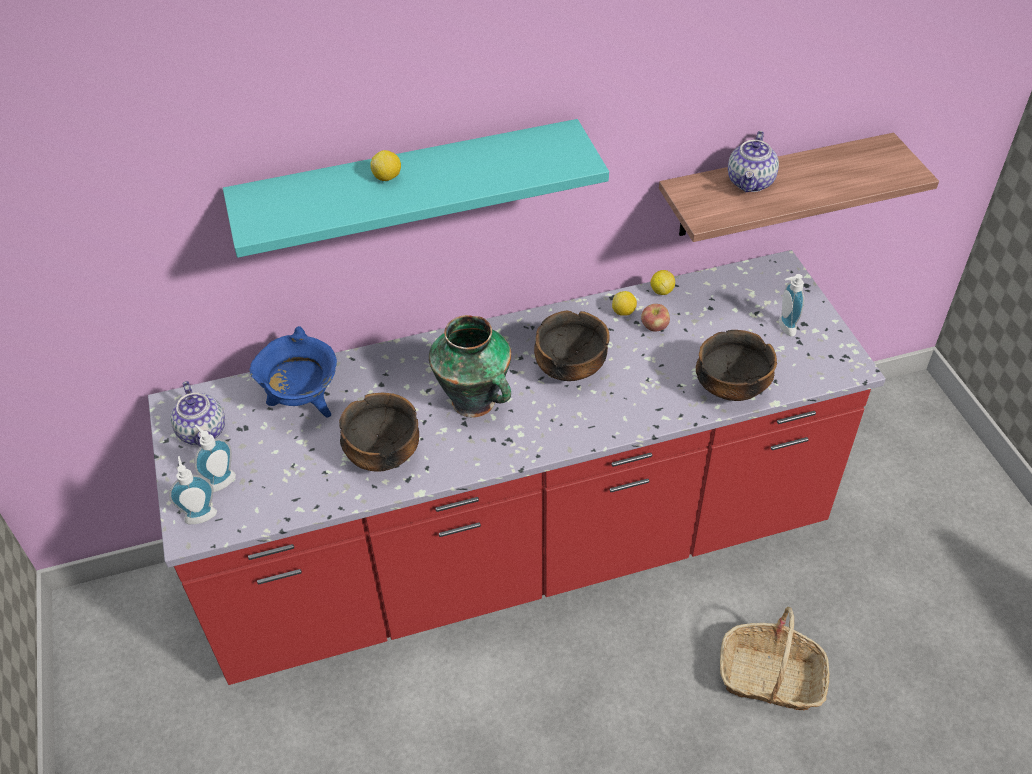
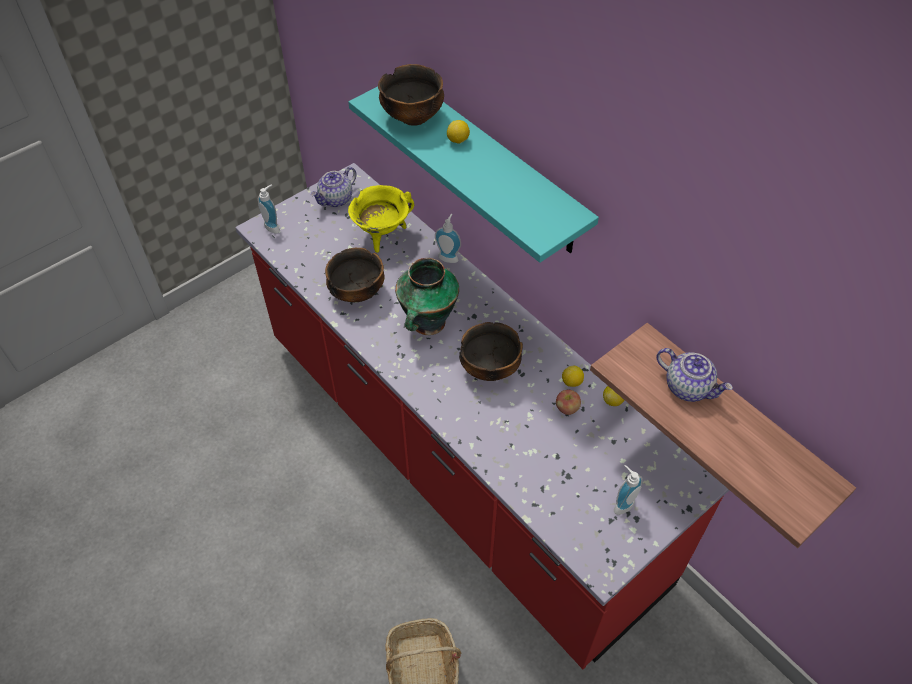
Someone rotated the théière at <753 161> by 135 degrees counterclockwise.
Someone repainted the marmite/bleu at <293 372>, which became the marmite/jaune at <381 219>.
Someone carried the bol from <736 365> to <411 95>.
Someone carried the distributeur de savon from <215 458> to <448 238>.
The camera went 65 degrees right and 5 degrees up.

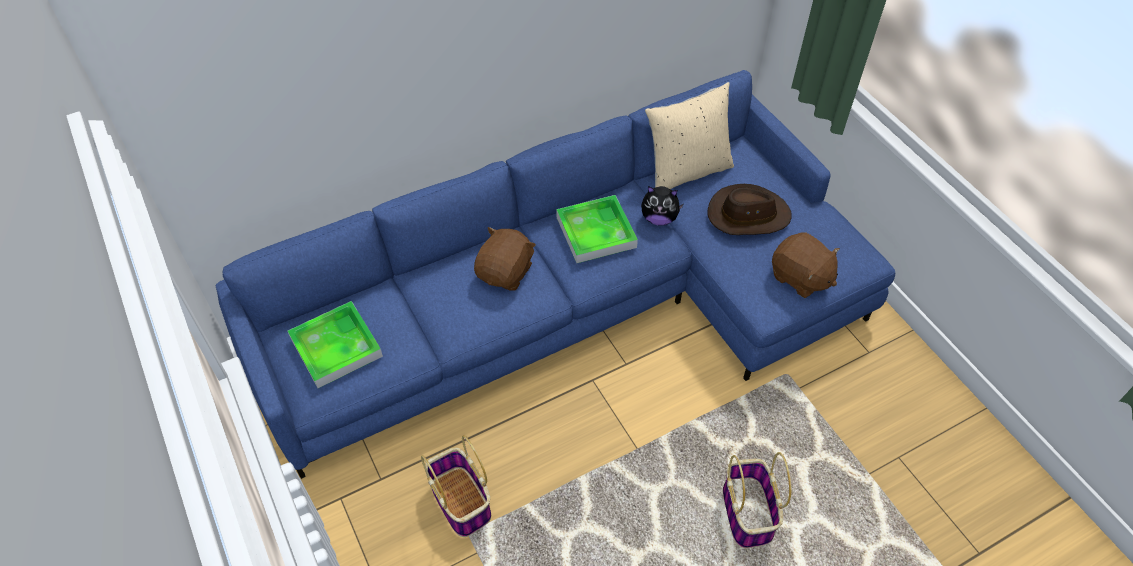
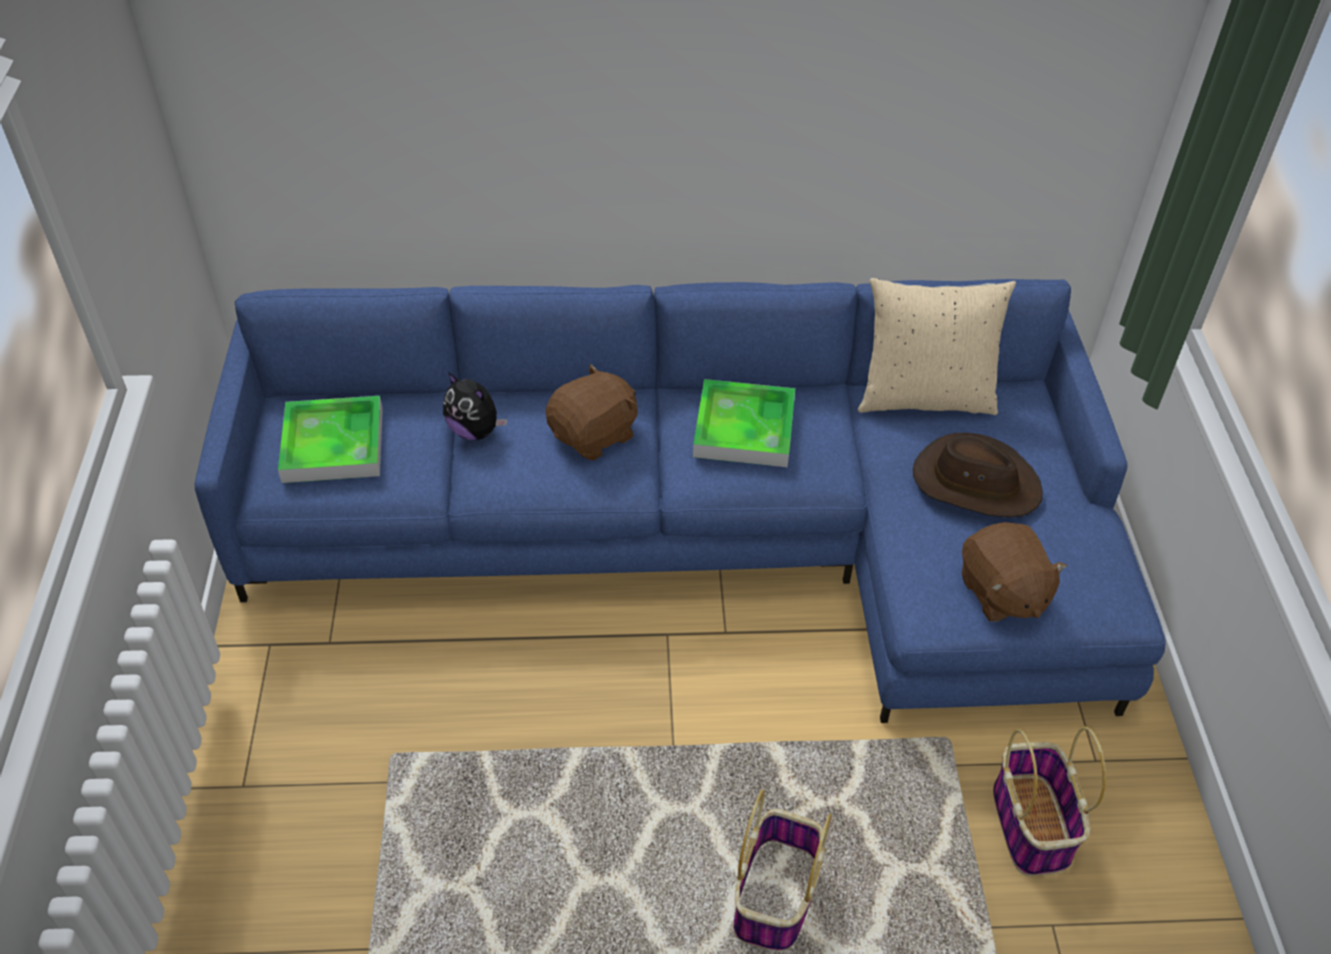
Someone carried the peluche from <662 205> to <475 406>.
Someone carried the panier from <456 486> to <1049 801>.
The camera went 25 degrees right and 5 degrees down.

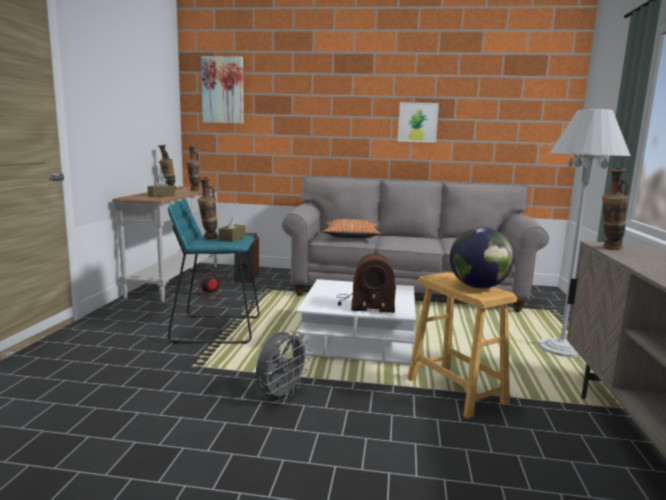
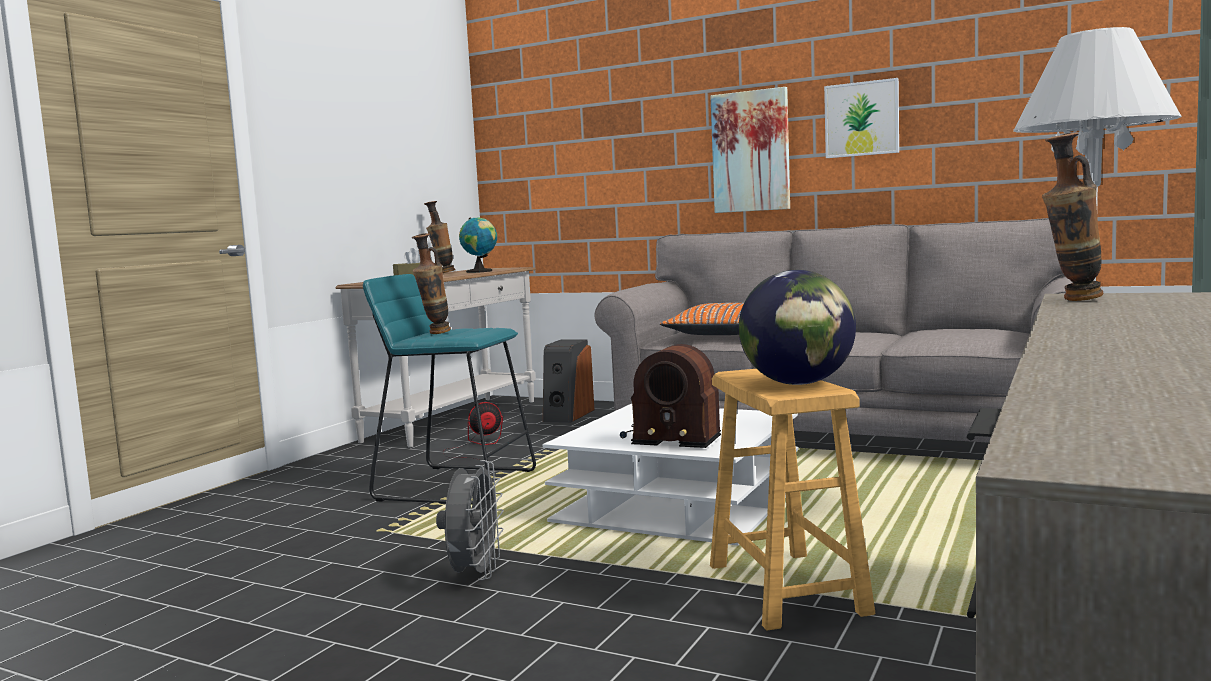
Someone carried the tableau from <222 90> to <750 150>.
Someone swapped the vase at <193 168> for the globe at <478 245>.
Someone took away the boîte à mouchoirs/marron at <232 228>.
Someone rotated the ventilateur/gris at <283 366> by 45 degrees counterclockwise.
The camera went 20 degrees right and 5 degrees down.

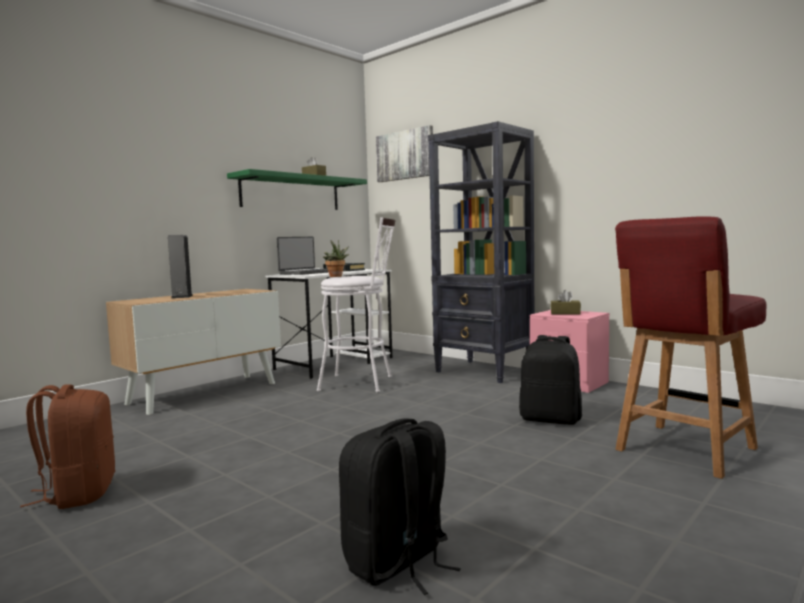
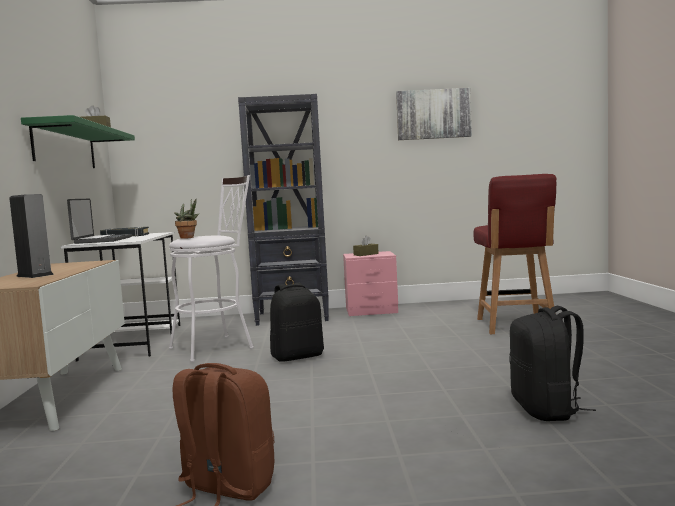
Someone carried the tableau from <404 153> to <434 114>.
Someone carried the sac à dos/noir from <550 380> to <297 322>.
The camera went 45 degrees left and 0 degrees up.

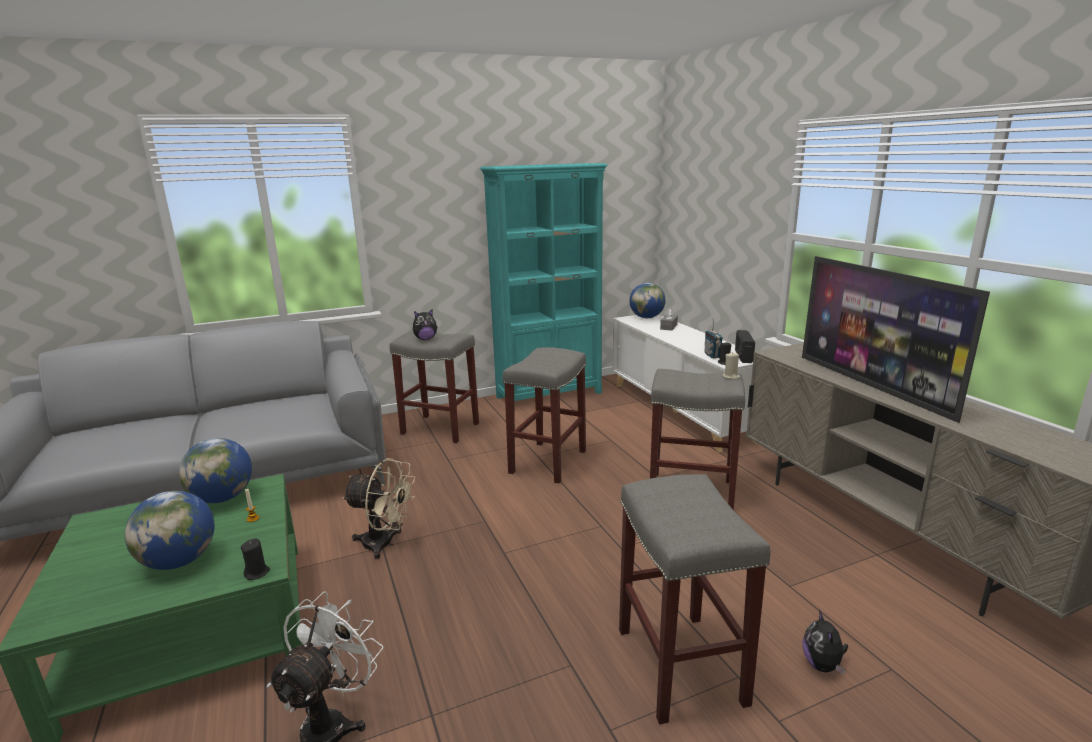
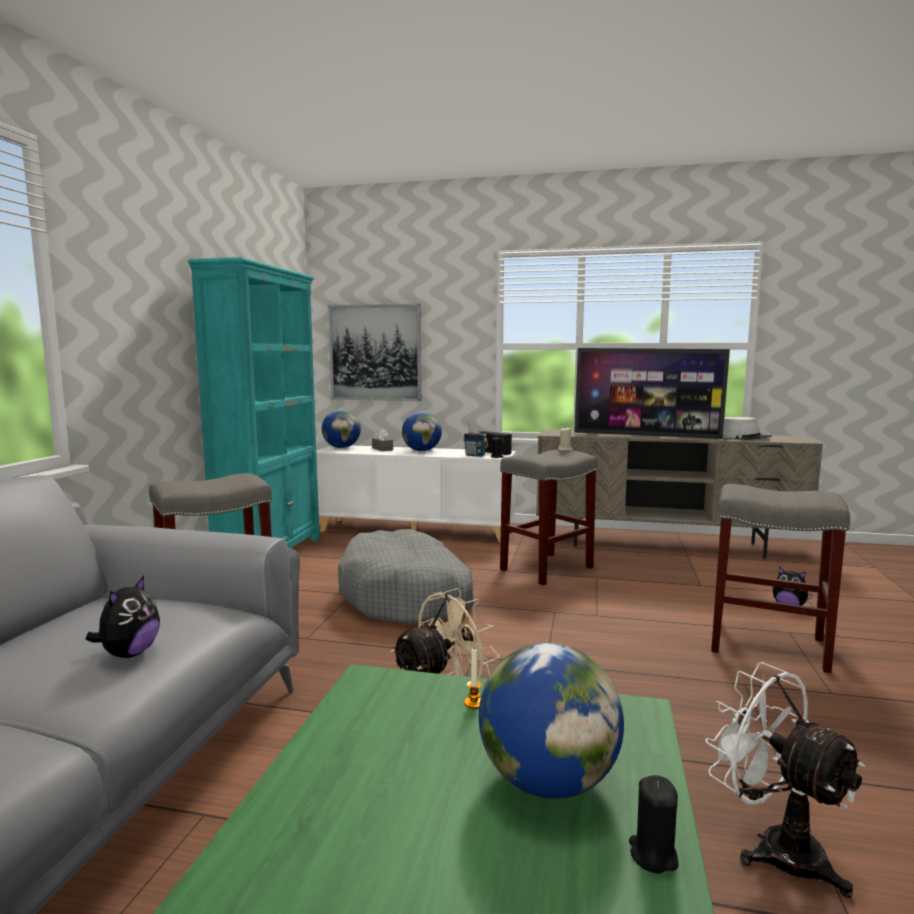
Someone carried the peluche from <425 325> to <123 617>.
Someone swapped the tabouret/gris at <544 415> for the panier pour chien/gris at <406 577>.
Someone carried the globe from <215 470> to <422 431>.
Someone carried the bougie/noir from <255 559> to <654 824>.
Someone put up the tableau at <375 352>.
Someone put down the chapeau/gris at <747 428>.
The camera went 55 degrees left and 10 degrees down.

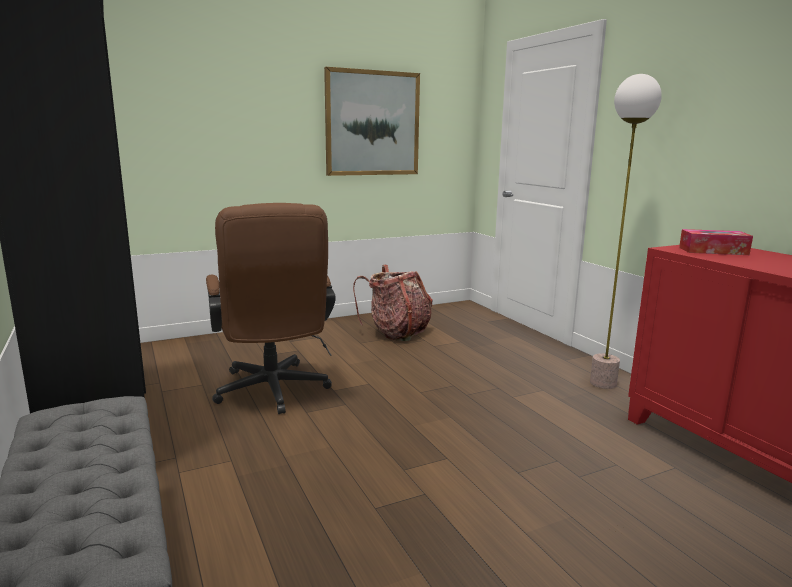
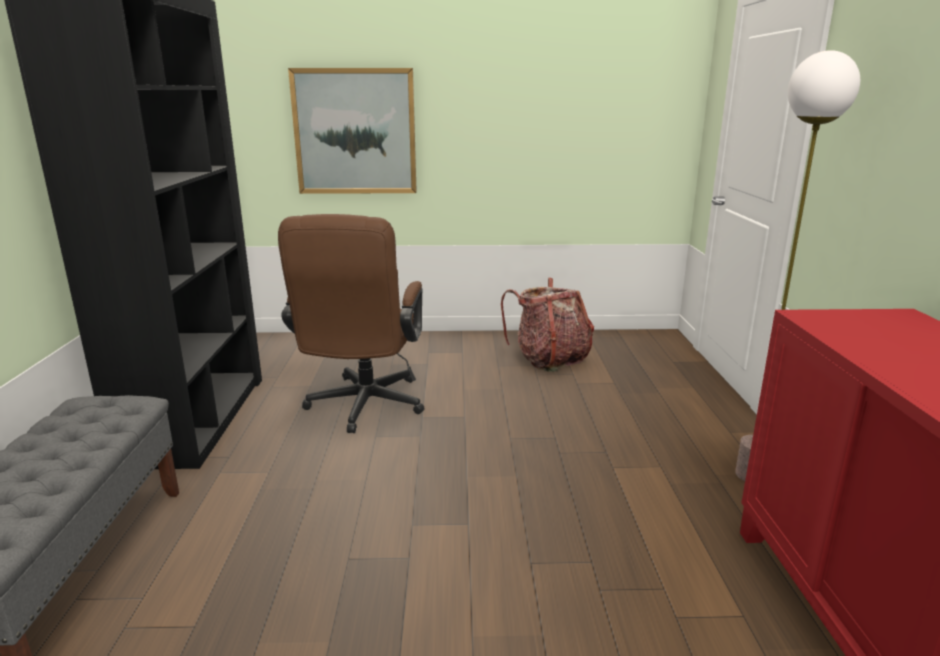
Someone carried the tableau from <372 121> to <352 131>.
Someone took away the boîte à mouchoirs at <716 242>.
The camera went 25 degrees right and 5 degrees up.

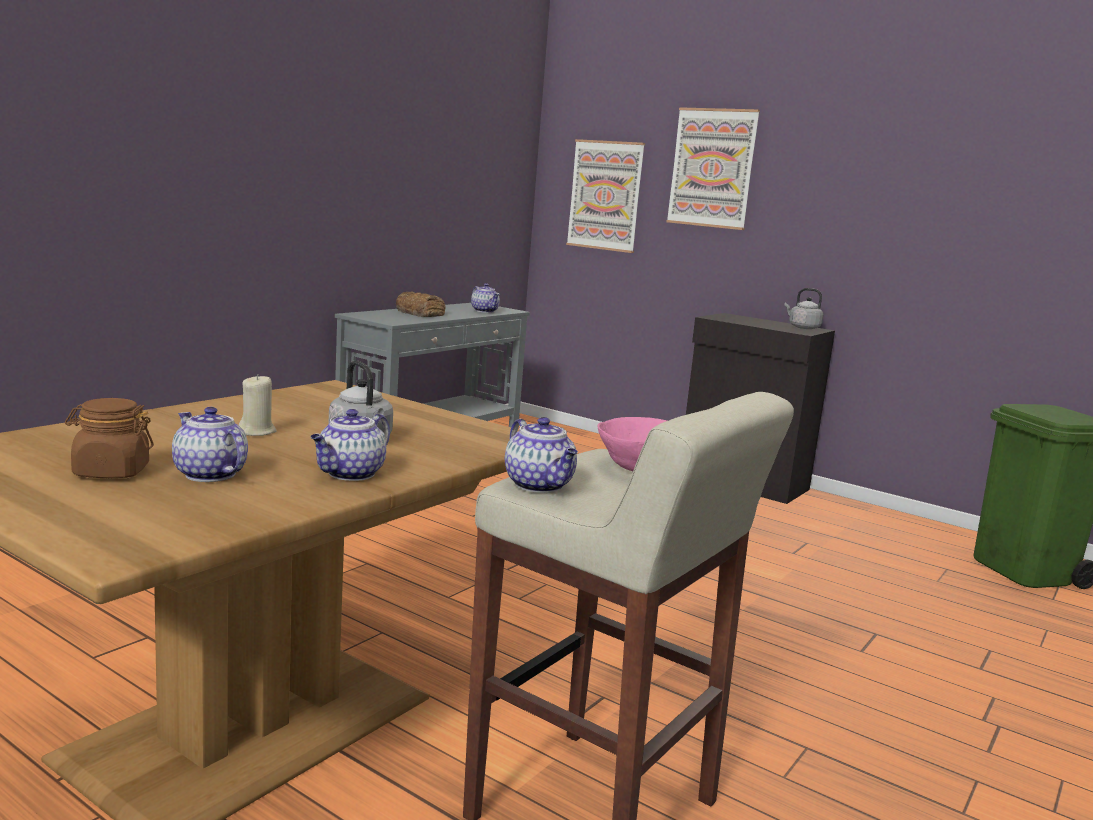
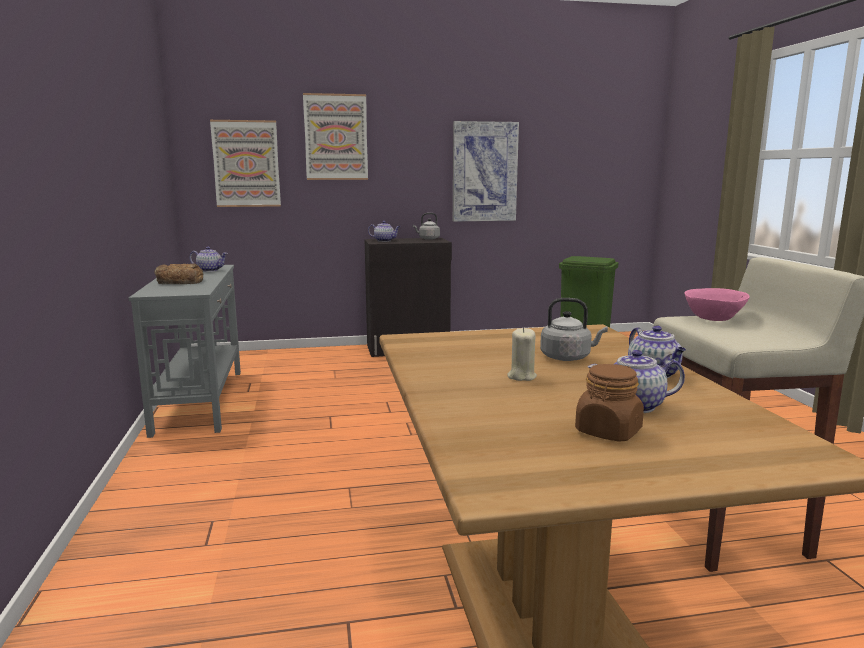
Someone carried the théière from <541 455> to <384 231>.
Someone put up the tableau at <486 171>.
The camera went 45 degrees left and 0 degrees up.

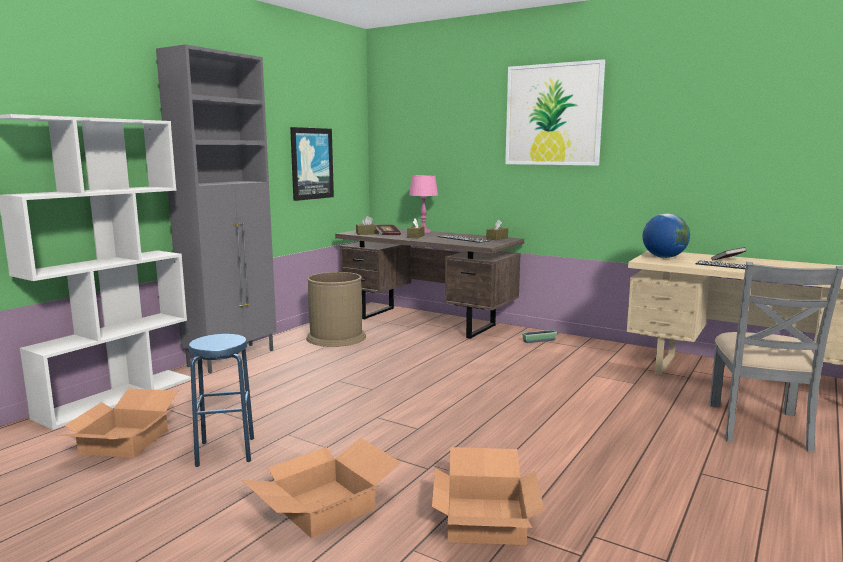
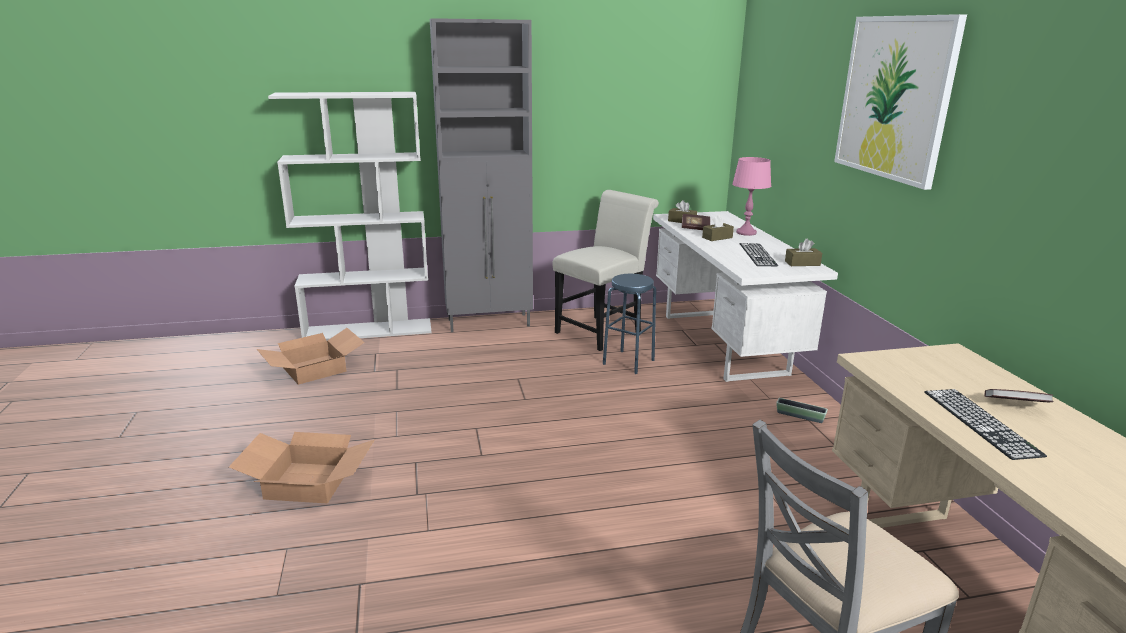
Someone took away the tableau at <312 164>.
Someone took away the globe at <666 235>.
Someone repainted the bureau/marron at <429 283>, which became the bureau/blanc at <745 296>.
Someone swapped the poubelle/marron at <336 309> for the chaise/blanc at <605 270>.
Someone carried the tabouret/bleu from <221 400> to <629 324>.
Someone took away the carton at <488 496>.
The camera went 45 degrees right and 10 degrees up.

